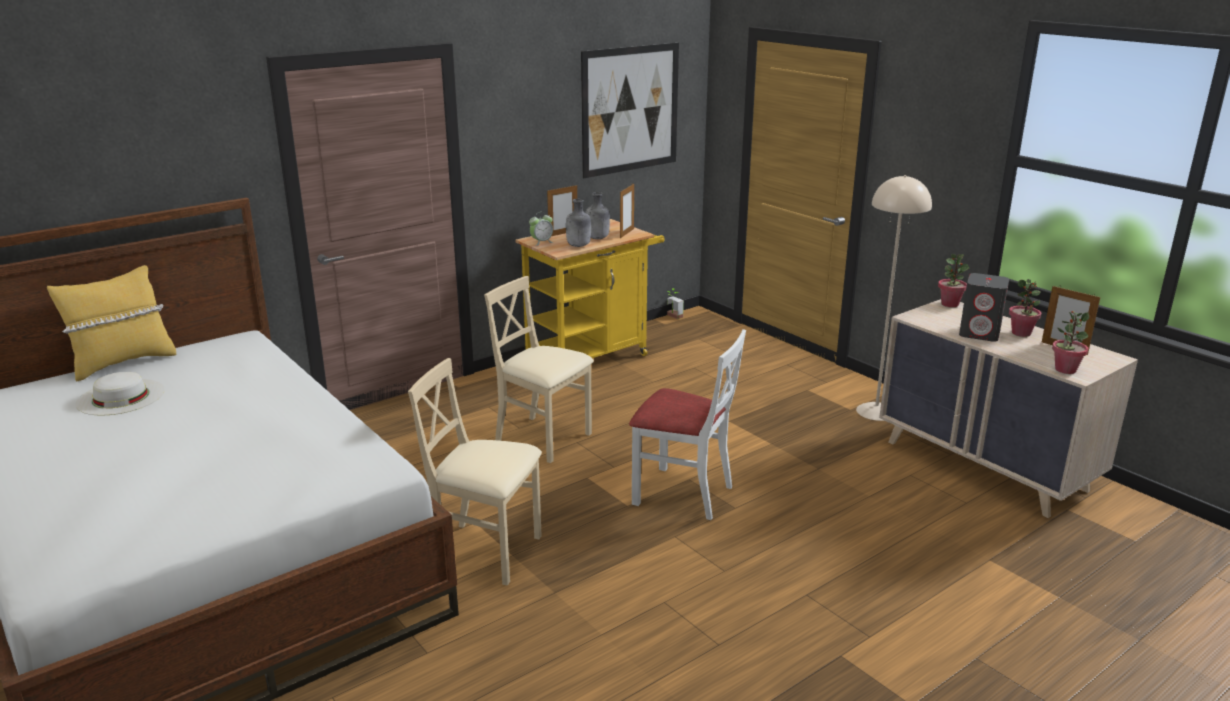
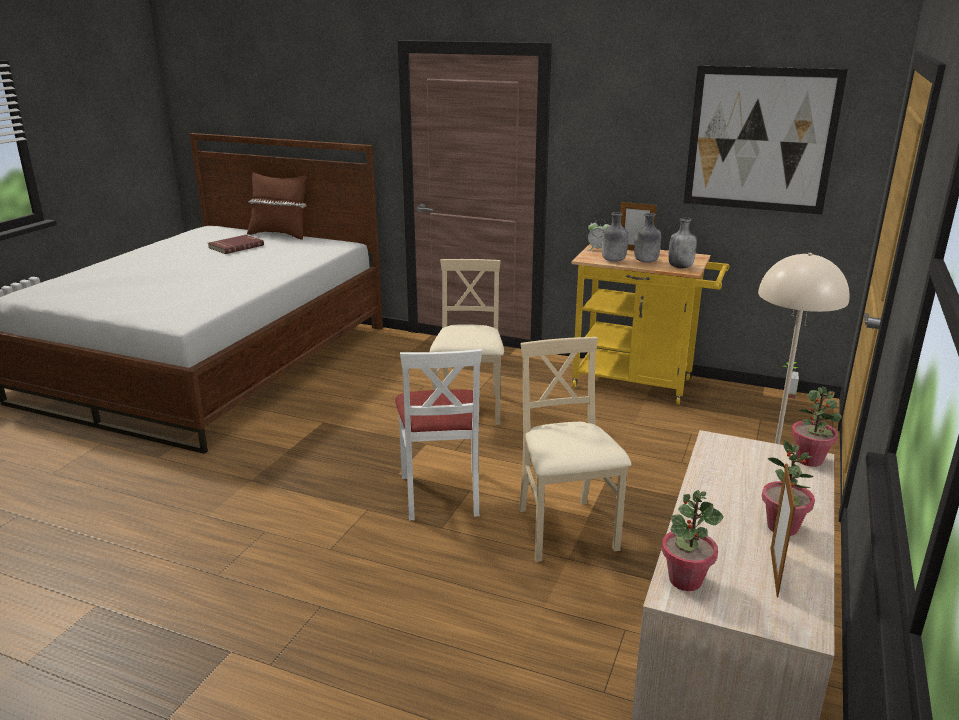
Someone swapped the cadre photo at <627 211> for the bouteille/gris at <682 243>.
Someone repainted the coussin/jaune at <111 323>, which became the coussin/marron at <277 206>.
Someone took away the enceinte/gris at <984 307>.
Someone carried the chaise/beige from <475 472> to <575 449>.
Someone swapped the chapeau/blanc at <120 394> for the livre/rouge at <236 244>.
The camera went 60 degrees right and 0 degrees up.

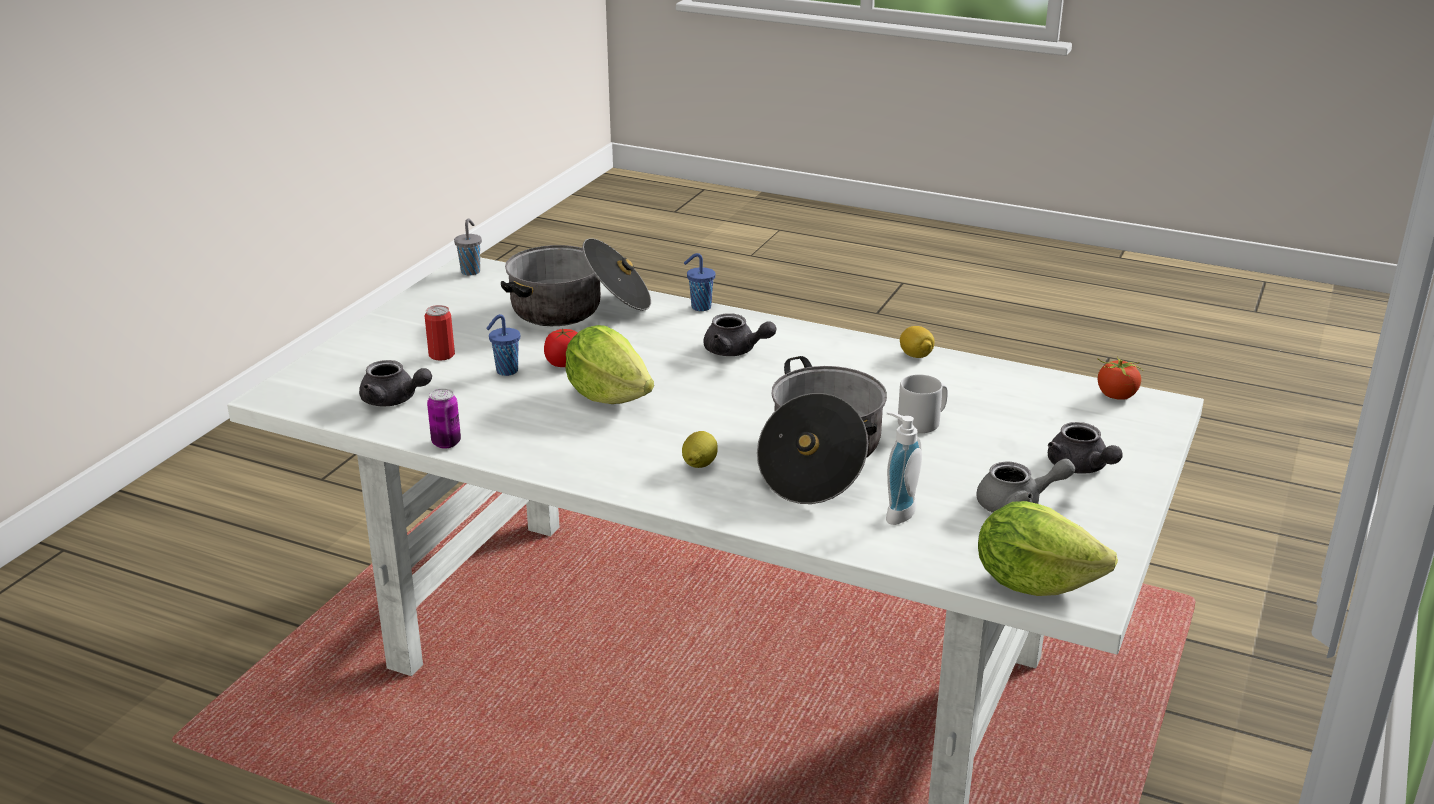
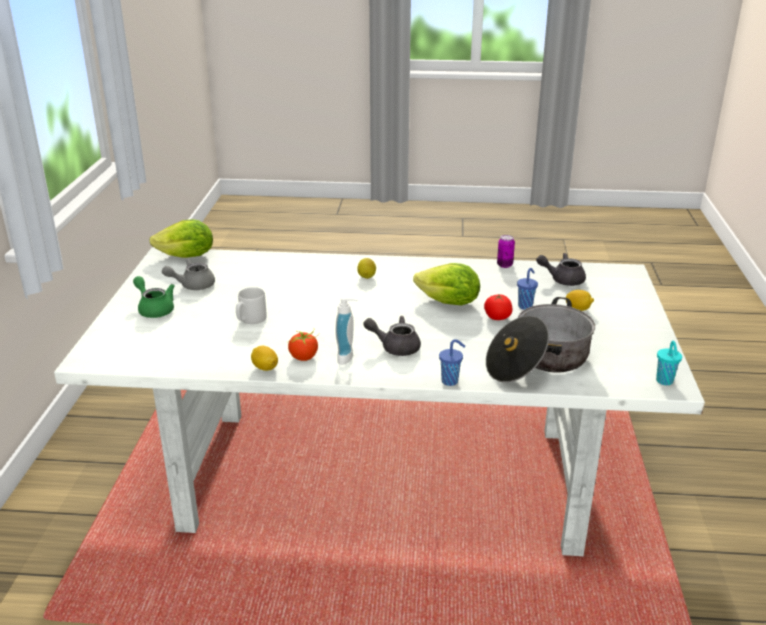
Someone repainted the tasse/gris at <468 246>, which became the tasse/turquoise at <669 363>.
Someone swapped the boîte métallique at <440 333> for the citron at <580 300>.
Someone took away the marmite at <822 430>.
Someone carried the tomate from <1120 378> to <303 344>.
Someone carried the distributeur de savon from <904 468> to <346 330>.
Someone repainted the théière/gris at <1085 448>, which became the théière/vert at <154 297>.
The camera went 160 degrees right and 0 degrees up.

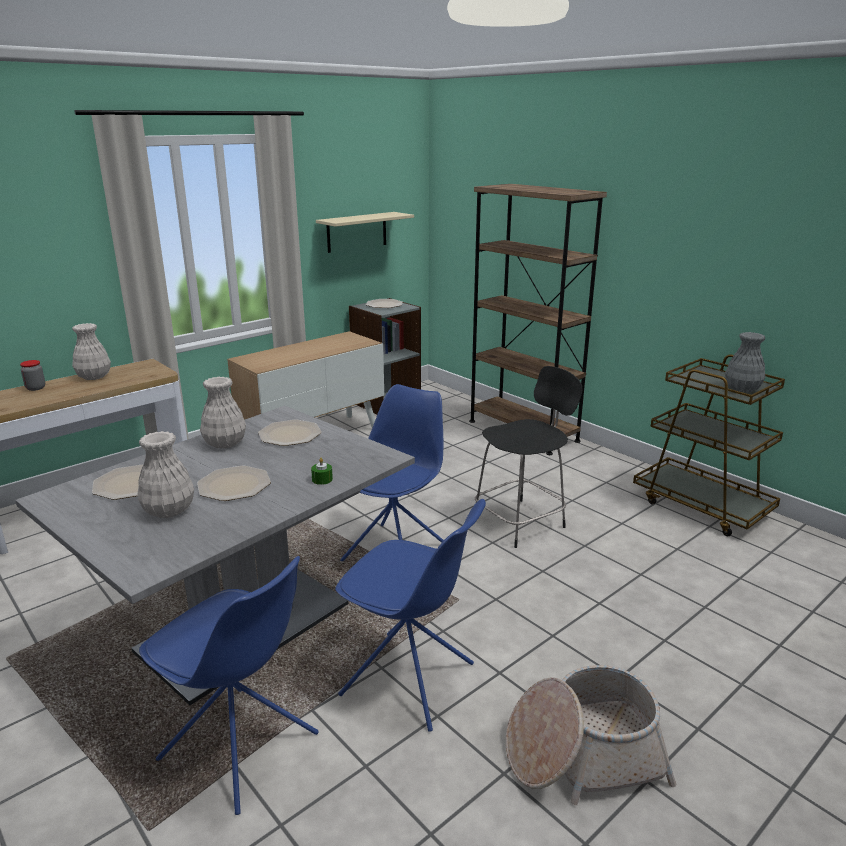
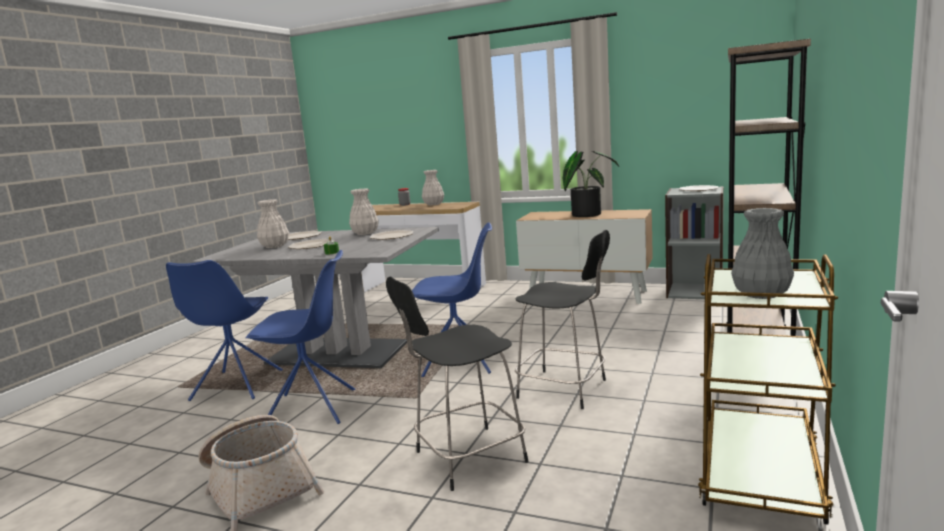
Someone took away the étagère/beige at <365 232>.
Someone rotated the chaise/bleu at <410 615> by 90 degrees counterclockwise.
Someone put down the plante en pot at <591 184>.
Someone put down the tabouret/noir at <457 384>.
The camera went 65 degrees right and 10 degrees down.

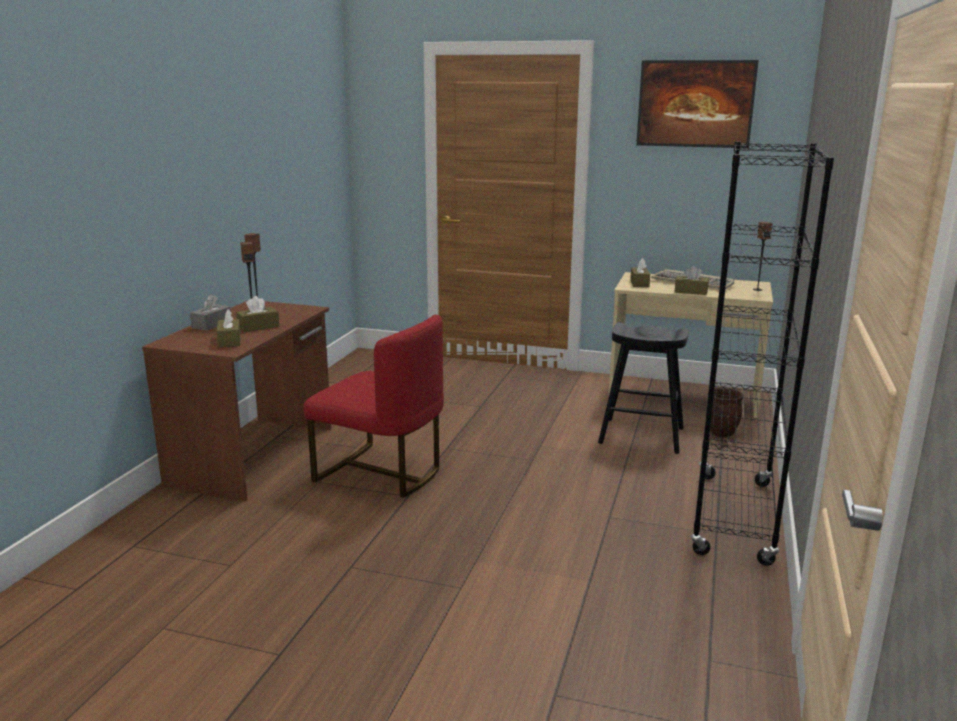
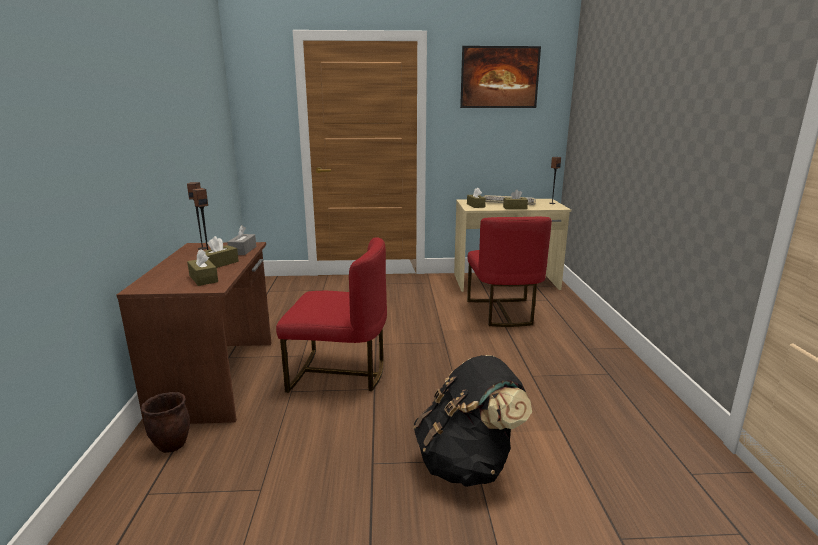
Someone took away the bibliothèque/noir at <762 353>.
Someone carried the boîte à mouchoirs/gris from <210 313> to <241 240>.
Someone swapped the tabouret/noir at <643 388> for the chaise/rouge at <509 272>.
Someone carried the cache-pot/marron from <725 412> to <165 422>.
Someone put down the sac à dos/noir at <473 421>.
The camera went 20 degrees left and 0 degrees up.

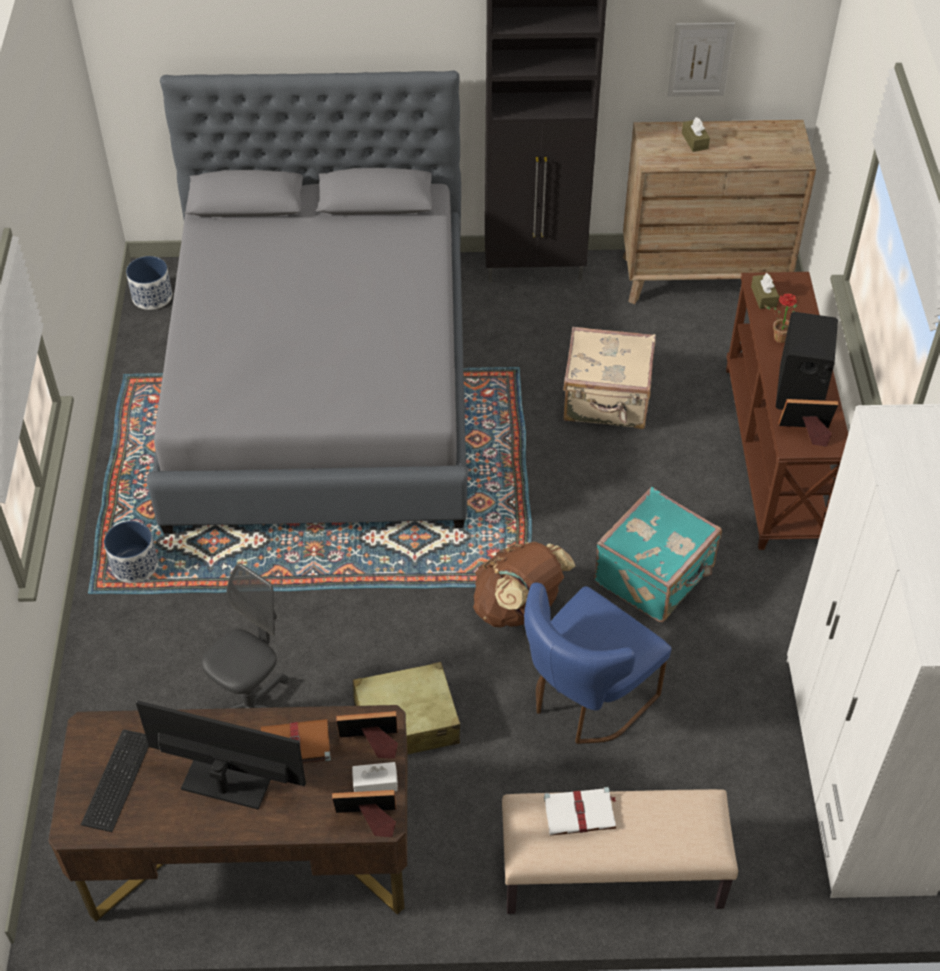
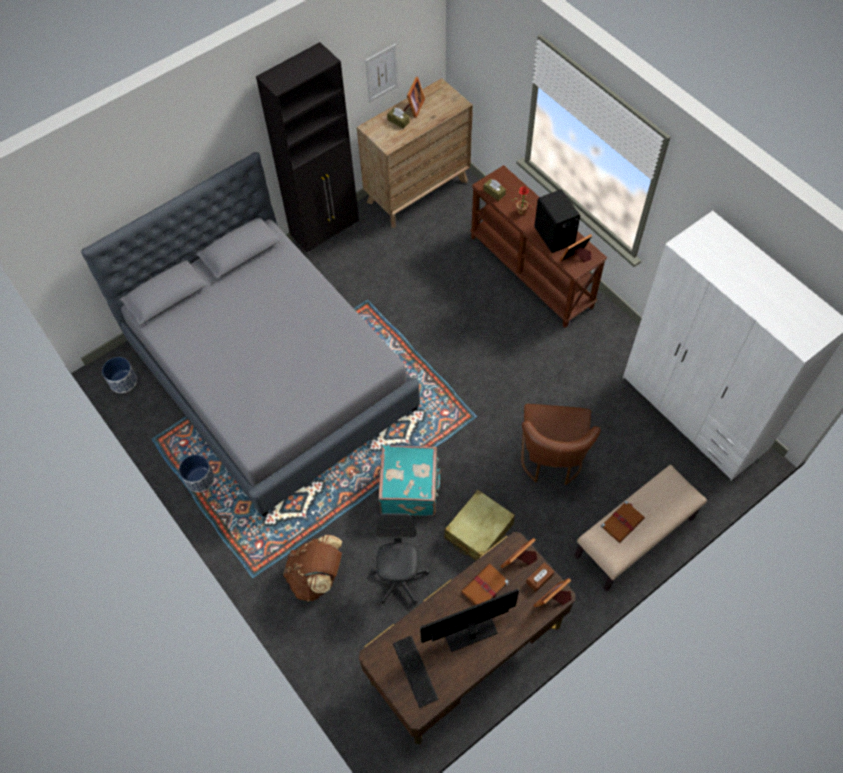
Someone took away the valise/beige at <609 378>.
Someone carried the valise/turquoise from <658 554> to <410 480>.
Someone carried the cache-pot from <131 552> to <196 473>.
Someone carried the sac à dos/marron from <524 584> to <312 568>.
Someone repainted the chaise/bleu at <597 663>, which became the chaise/marron at <561 444>.
Someone repainted the boîte à mouchoirs/blanc at <375 777>, which became the boîte à mouchoirs/marron at <540 577>.
Someone repainted the livre/blanc at <580 811>, which became the livre/marron at <623 522>.
Someone put down the cadre photo at <414 97>.
The camera went 35 degrees left and 10 degrees up.

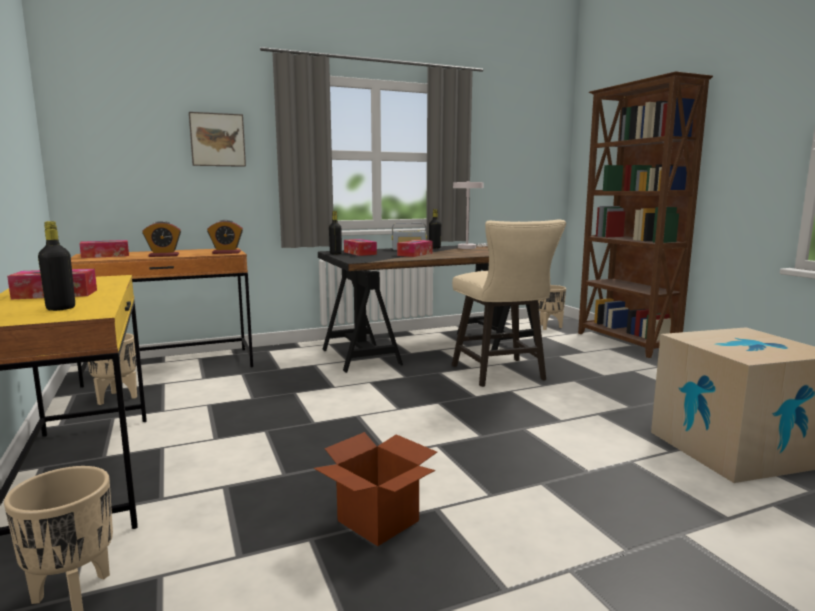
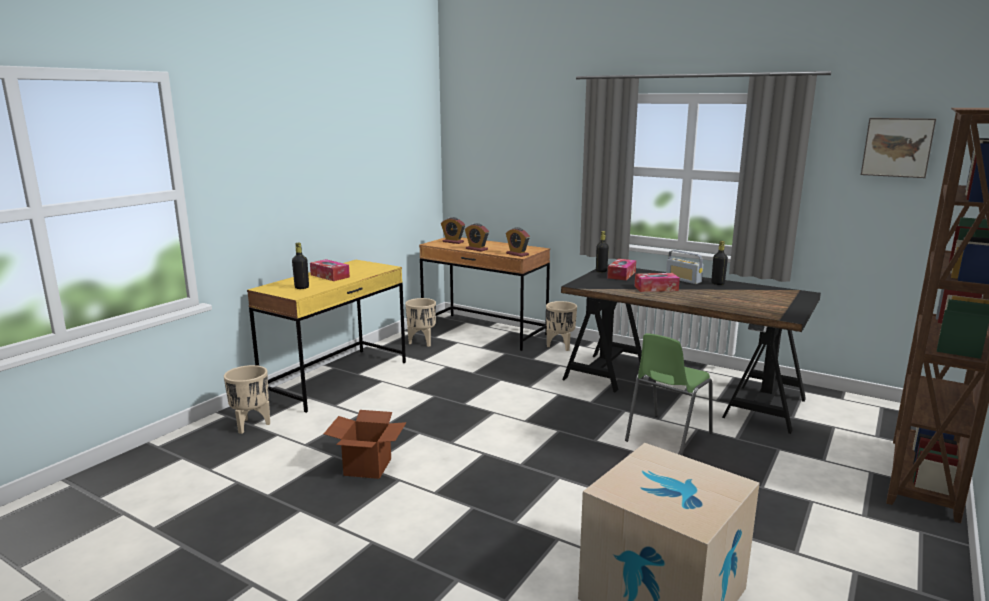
Someone carried the tableau from <217 139> to <898 148>.
Someone took away the lampe de table/blanc at <470 215>.
Someone swapped the tabouret/beige at <509 303> for the chaise/vert at <669 394>.
Someone swapped the boîte à mouchoirs at <104 249> for the réveil at <453 230>.
Someone carried the cache-pot/beige from <552 307> to <561 326>.
The camera went 55 degrees right and 5 degrees up.

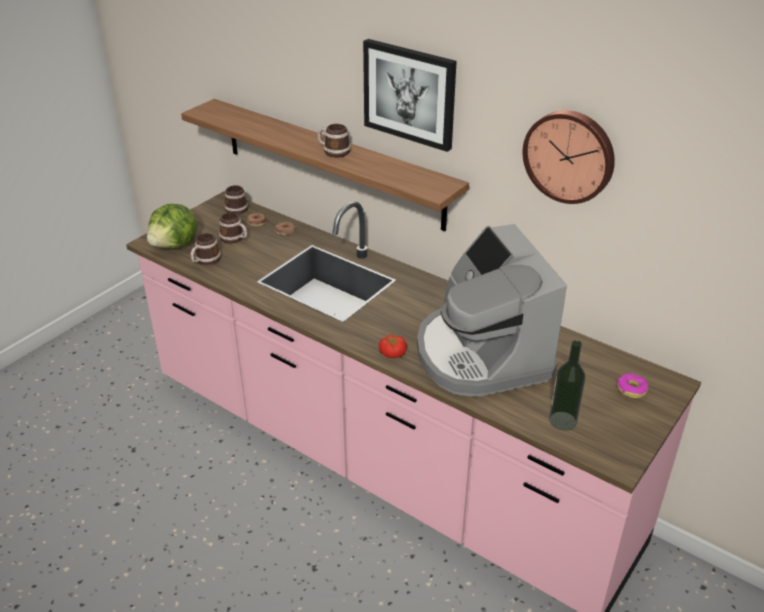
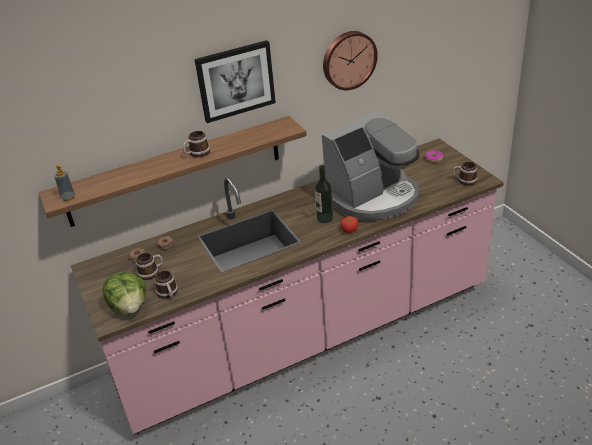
Someone carried the mug from <236 200> to <465 174>.
Someone rotated the machine à café at <492 310> by 45 degrees counterclockwise.
Someone carried the bouteille from <567 385> to <324 194>.
Someone put down the distributeur de savon at <64 182>.
The camera went 60 degrees left and 0 degrees up.

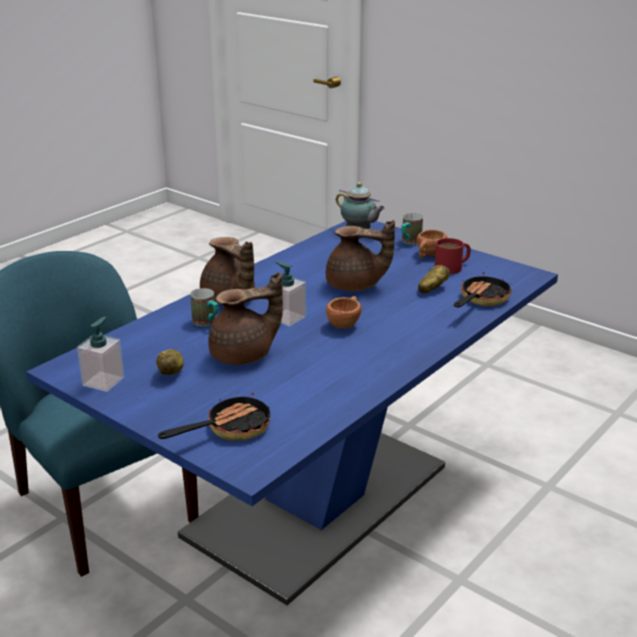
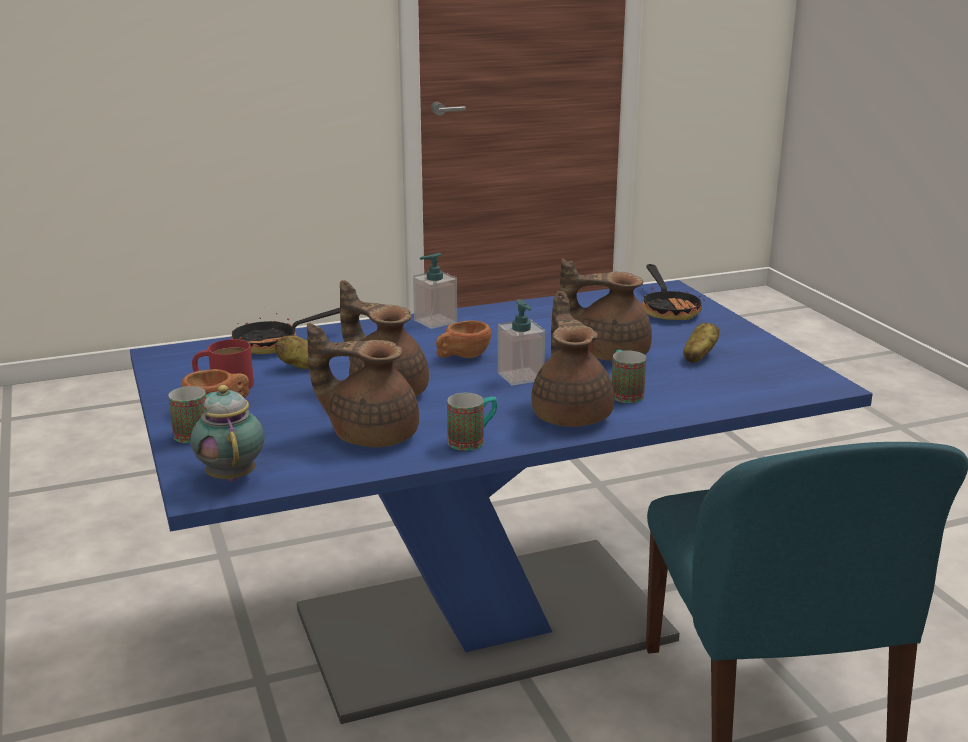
Someone carried the distributeur de savon from <100 354> to <435 291>.
Someone rotated the poêle at <214 416> by 90 degrees counterclockwise.
Someone put down the théière/marron at <363 385>.
Someone put down the mug at <472 422>.
The camera went 150 degrees left and 5 degrees down.

